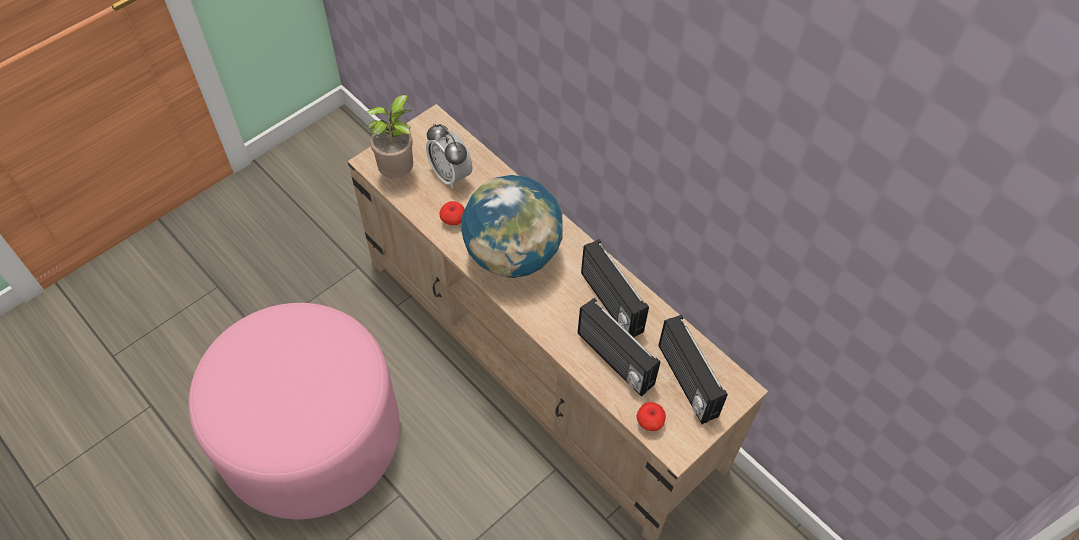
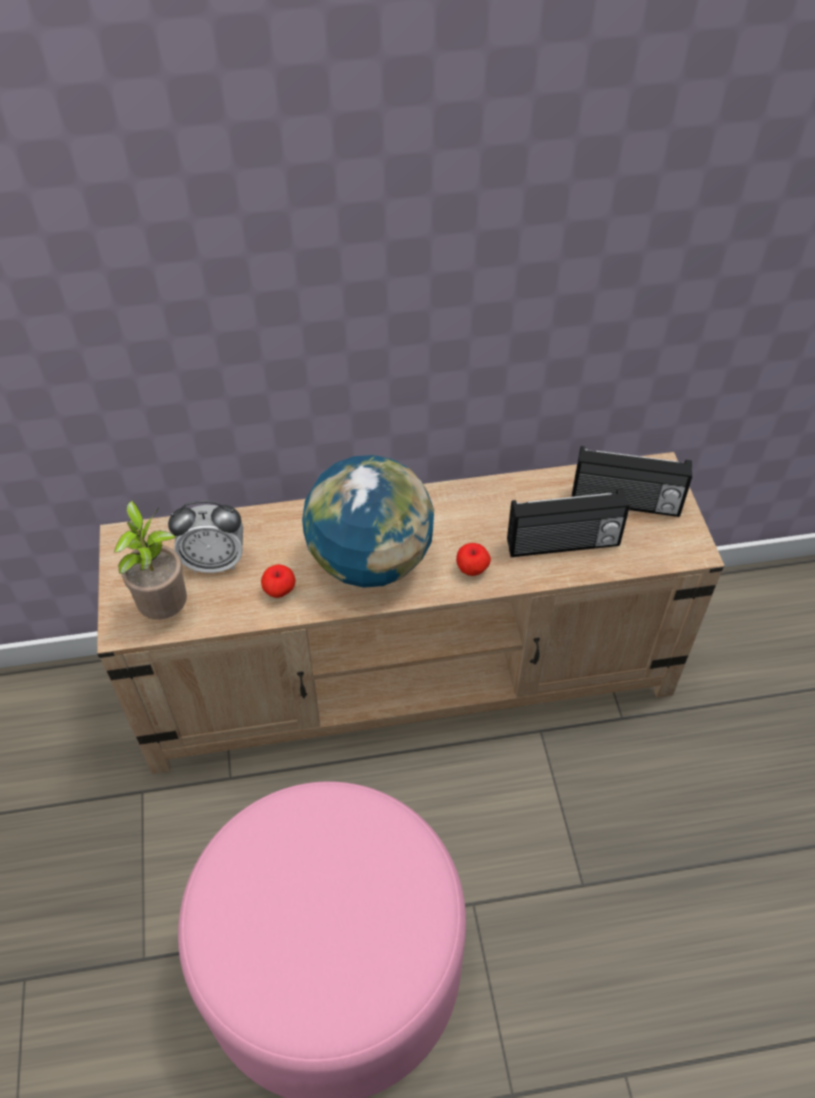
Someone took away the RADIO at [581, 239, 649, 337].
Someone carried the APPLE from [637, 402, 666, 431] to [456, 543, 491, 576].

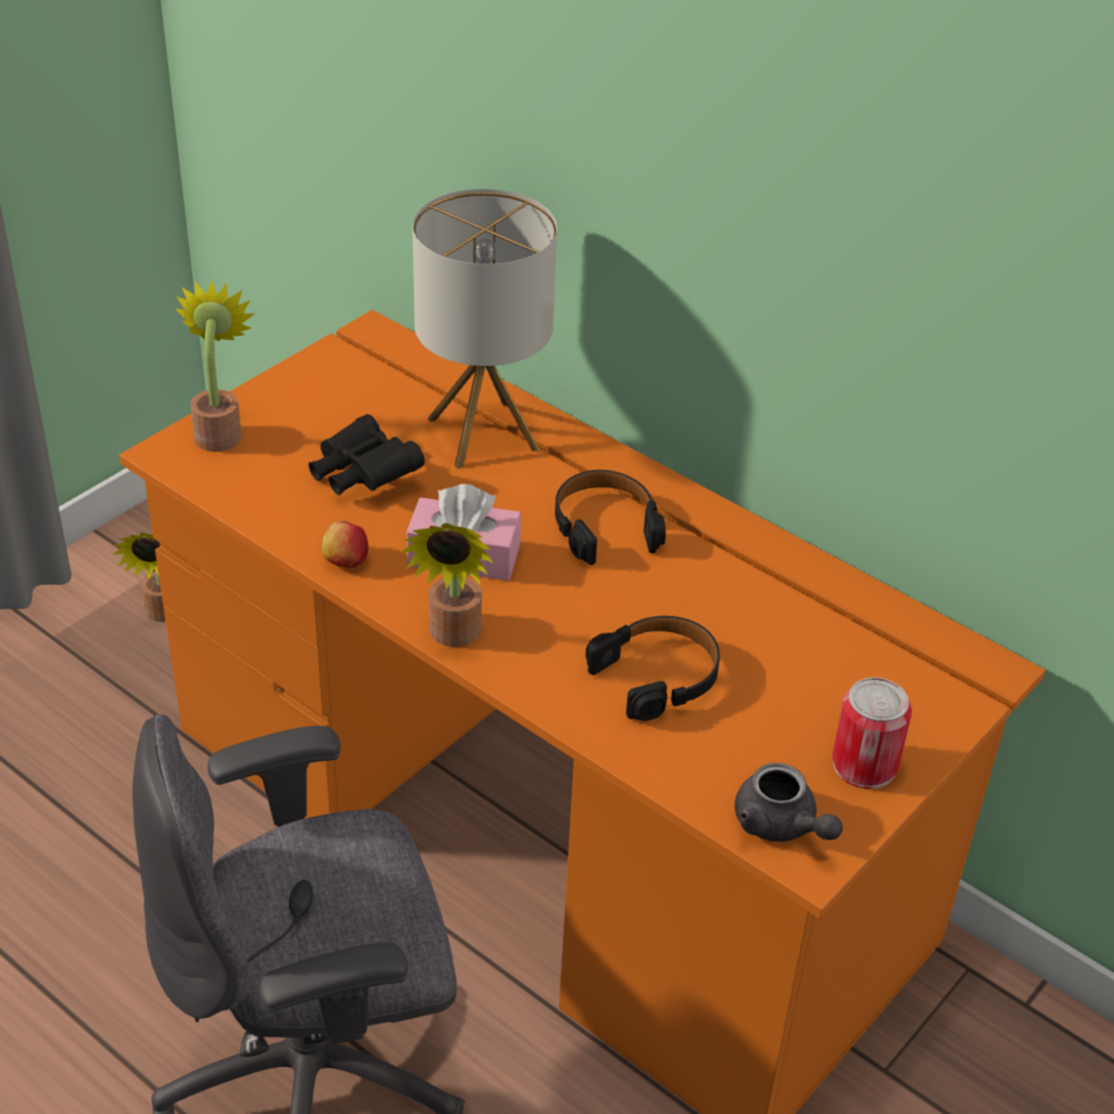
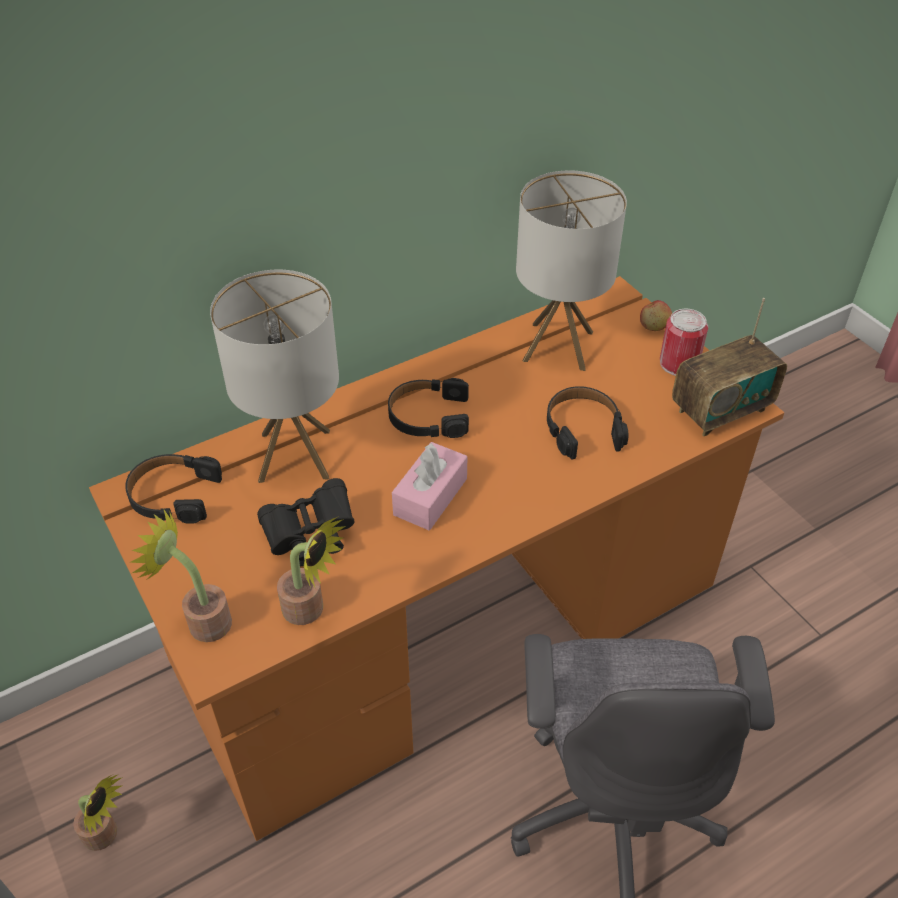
Someone carried the APPLE from [321, 520, 369, 568] to [640, 300, 672, 331].
Someone carried the POTTED PLANT from [400, 523, 494, 647] to [277, 516, 346, 625].
Someone swapped the GREY TEAPOT at [735, 763, 843, 842] for the RADIO at [672, 298, 787, 436].
Someone put down the BLACK HEADPHONES at [125, 454, 222, 524].
Someone put down the TABLE LAMP at [516, 170, 627, 371].

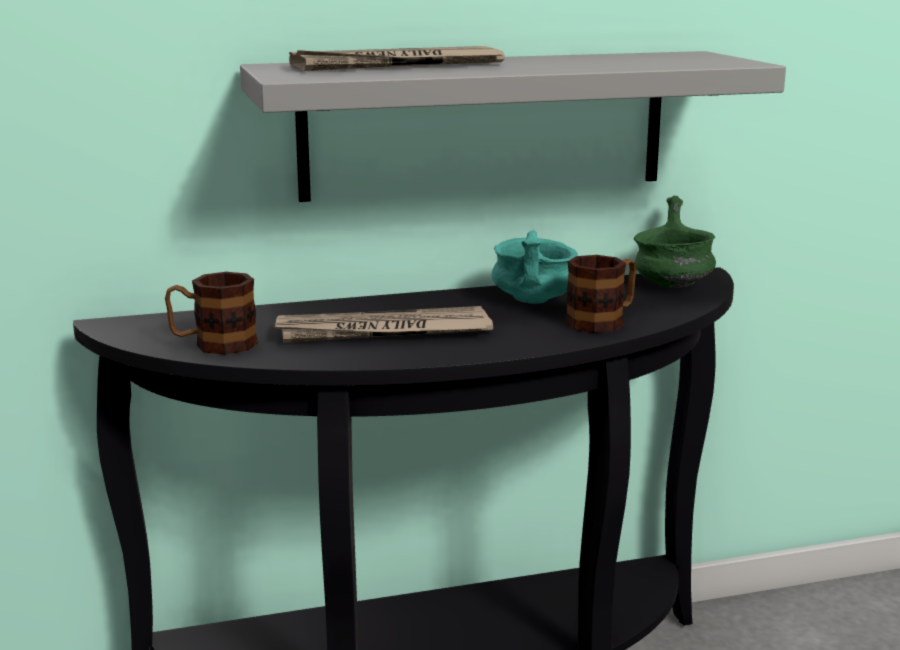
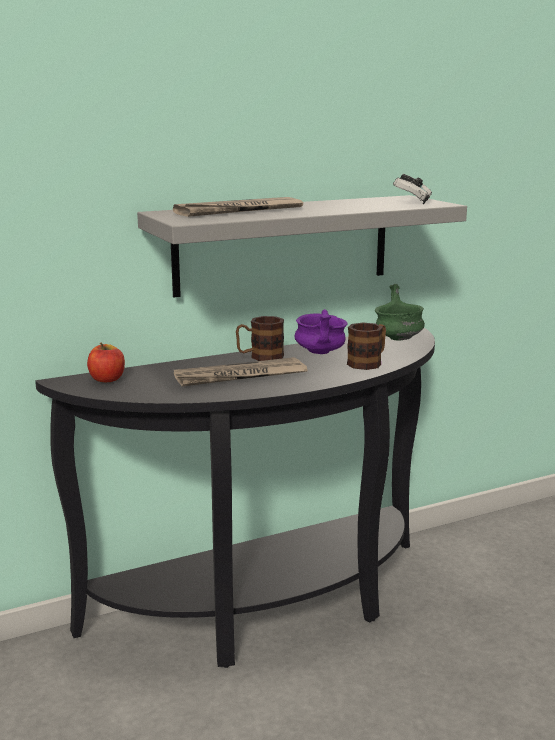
Someone carried the MUG from [165, 272, 258, 355] to [236, 316, 284, 361].
Someone repainted the TURQUOISE BOWL at [492, 230, 578, 304], which became the PURPLE BOWL at [294, 309, 347, 354].
Someone put down the APPLE at [87, 342, 125, 382].
Someone put down the GAME CONTROLLER at [393, 174, 432, 204].

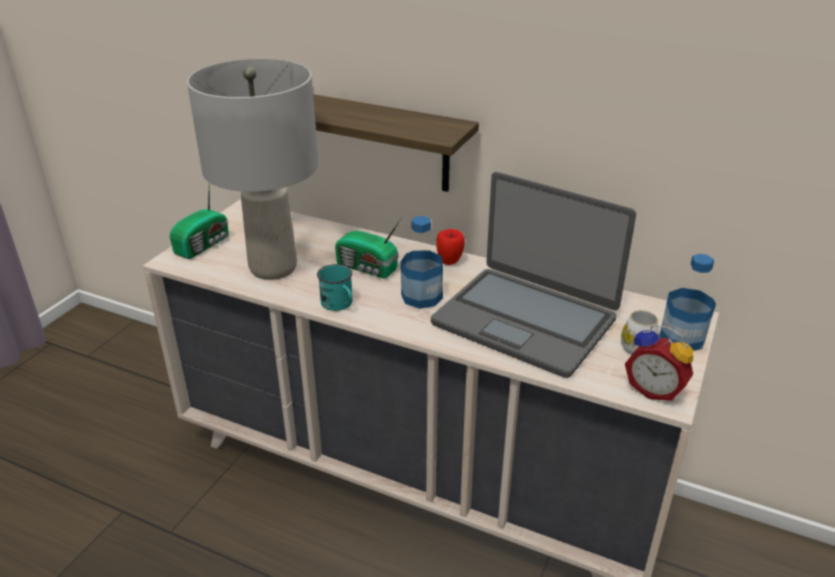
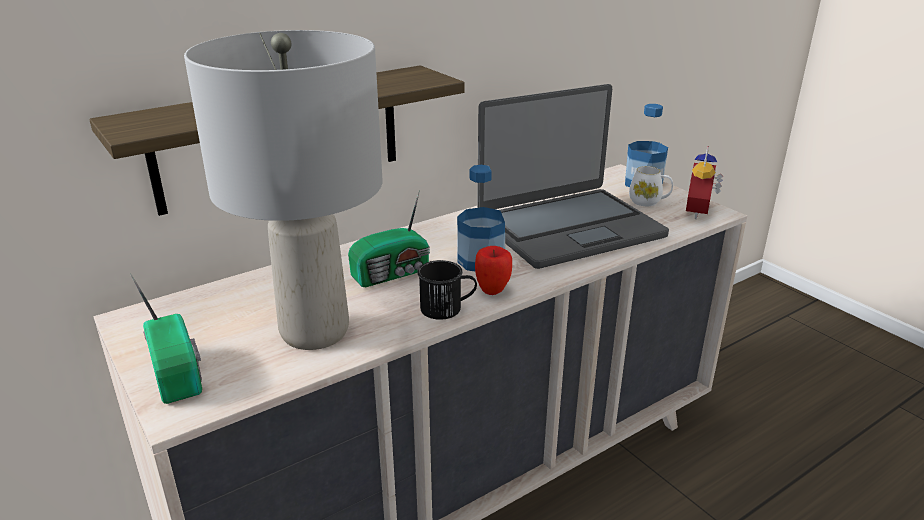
Someone repainted the TURQUOISE MUG at [317, 264, 352, 311], which became the BLACK MUG at [417, 260, 477, 320].
Someone carried the APPLE from [436, 229, 465, 265] to [475, 246, 512, 295].
Someone rotated the ALARM CLOCK at [625, 325, 693, 401] by 135 degrees clockwise.

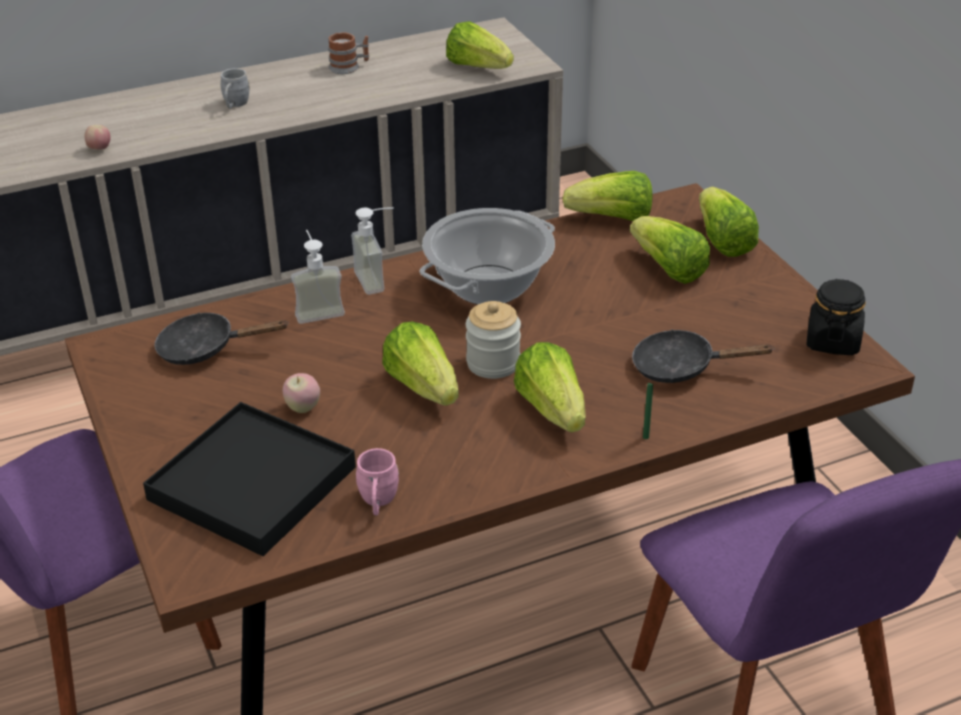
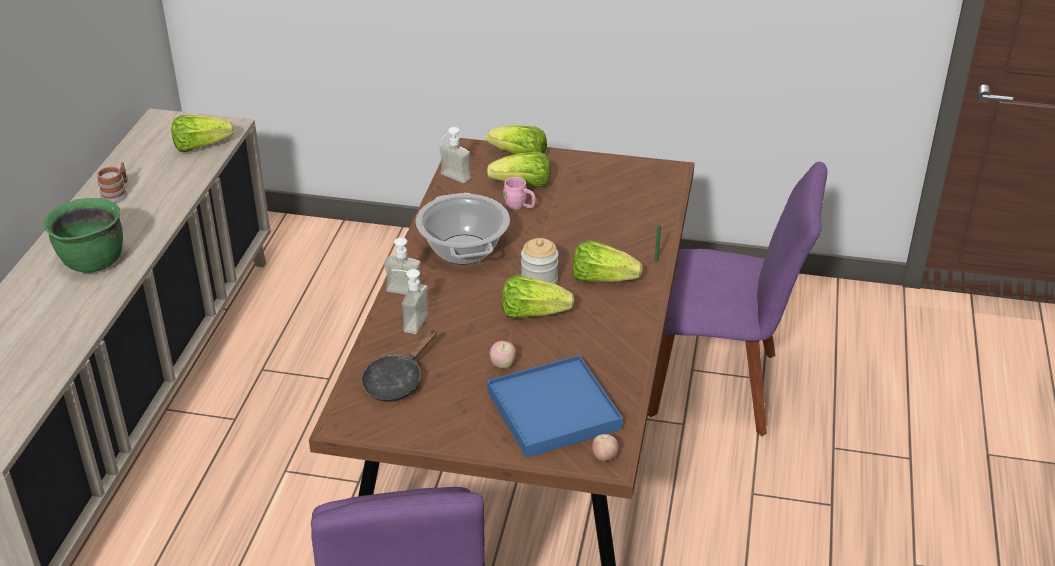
Someone carried the APPLE from [85, 125, 111, 150] to [592, 434, 619, 461].
Someone repainted the BLACK TRAY at [143, 402, 356, 556], which became the BLUE TRAY at [487, 355, 623, 458].
Someone swapped the GREY MUG at [221, 68, 250, 108] for the GREEN COOKING POT at [44, 198, 123, 273].
Someone carried the PINK MUG from [356, 448, 399, 515] to [503, 177, 536, 210].
Someone swapped the LETTUCE at [563, 171, 652, 221] for the SOAP DISPENSER at [439, 127, 471, 183].
Someone took away the BLACK FRYING PAN at [632, 329, 775, 383].
Someone took away the BLACK JAR at [806, 279, 866, 355].

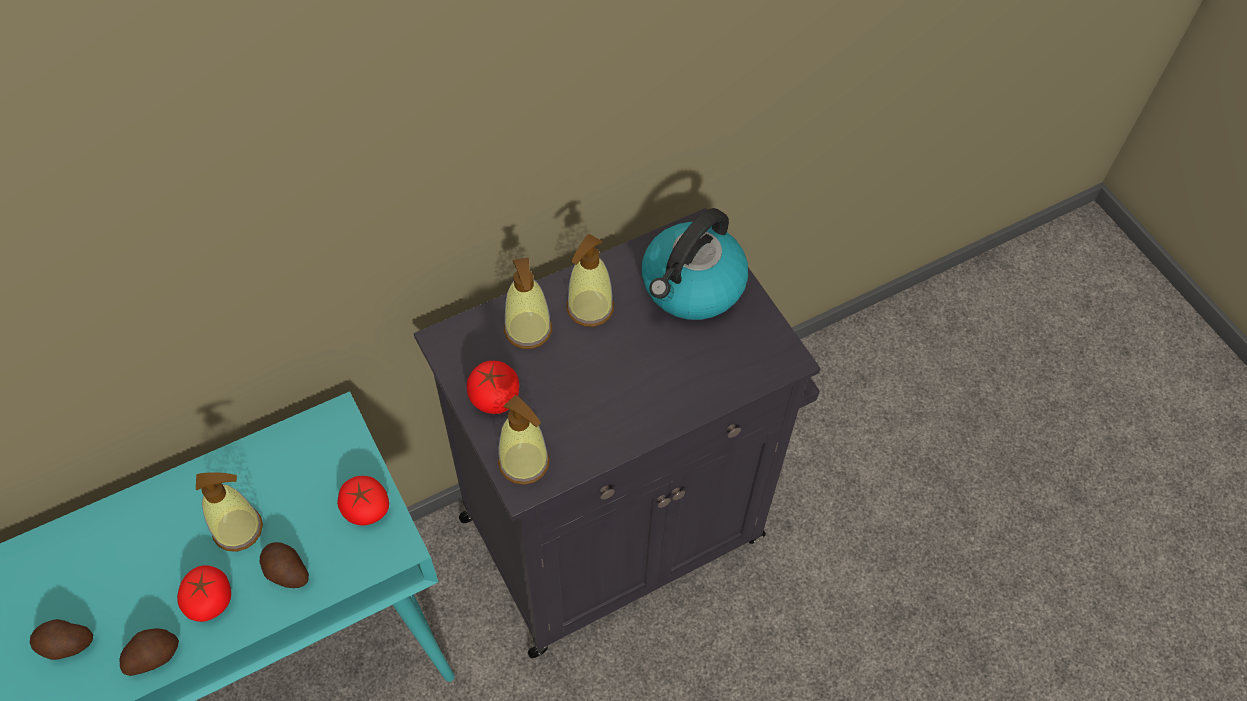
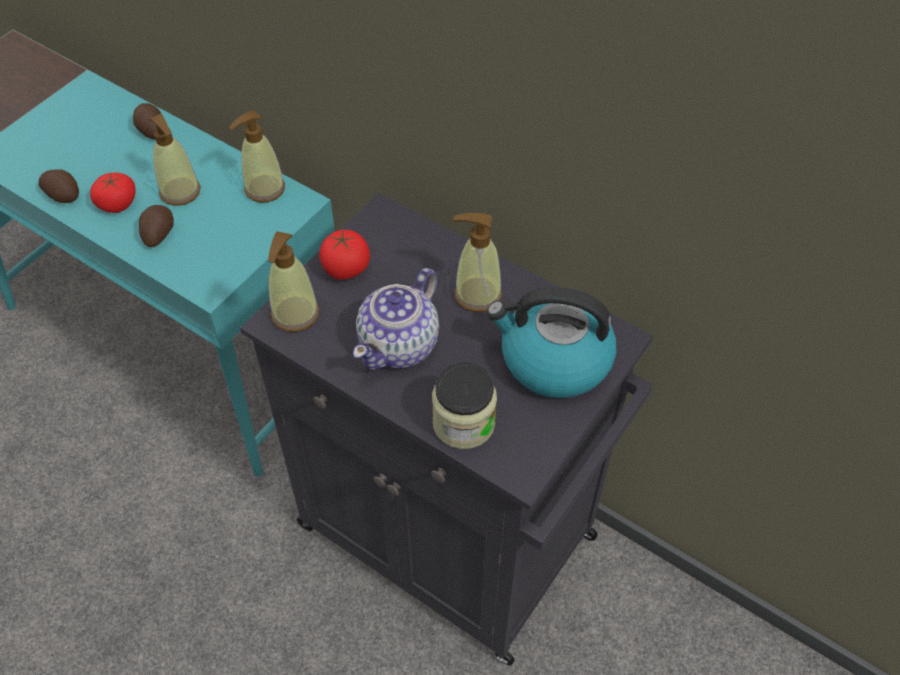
Someone carried the POTATO from [30, 619, 93, 660] to [133, 103, 161, 140].
Someone took away the TOMATO at [337, 476, 389, 525].
Someone carried the SOAP DISPENSER from [504, 257, 552, 349] to [229, 111, 285, 203].
Someone put down the TEAPOT at [353, 268, 439, 370].
Someone put down the JAR at [432, 362, 497, 449].

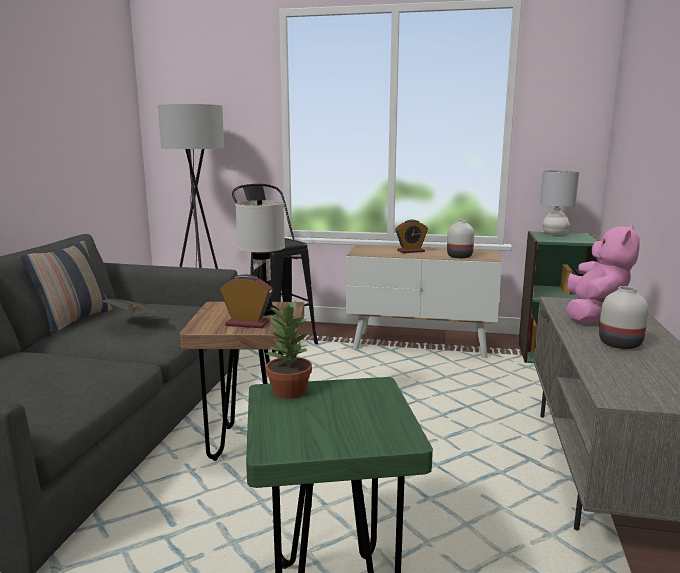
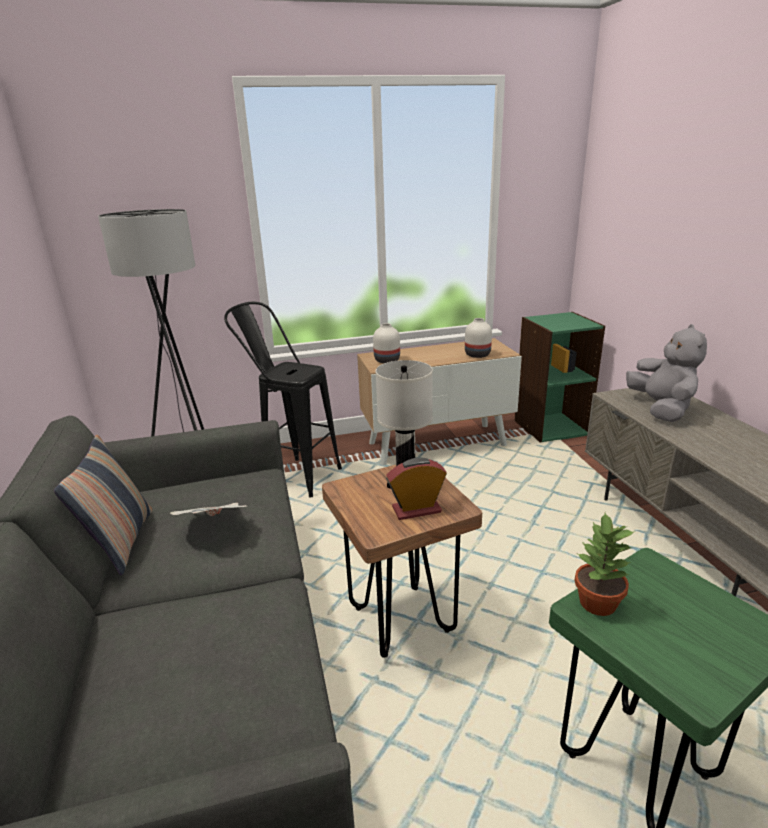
Someone took away the ALARM CLOCK at [396, 220, 428, 253].
Someone took away the GREY TABLE LAMP at [540, 170, 579, 235].
Someone repainted the PINK PLUSH TOY at [566, 224, 640, 324], which became the GREY PLUSH TOY at [626, 324, 707, 422].
Someone carried the WHITE VASE from [599, 286, 649, 349] to [373, 323, 400, 363].

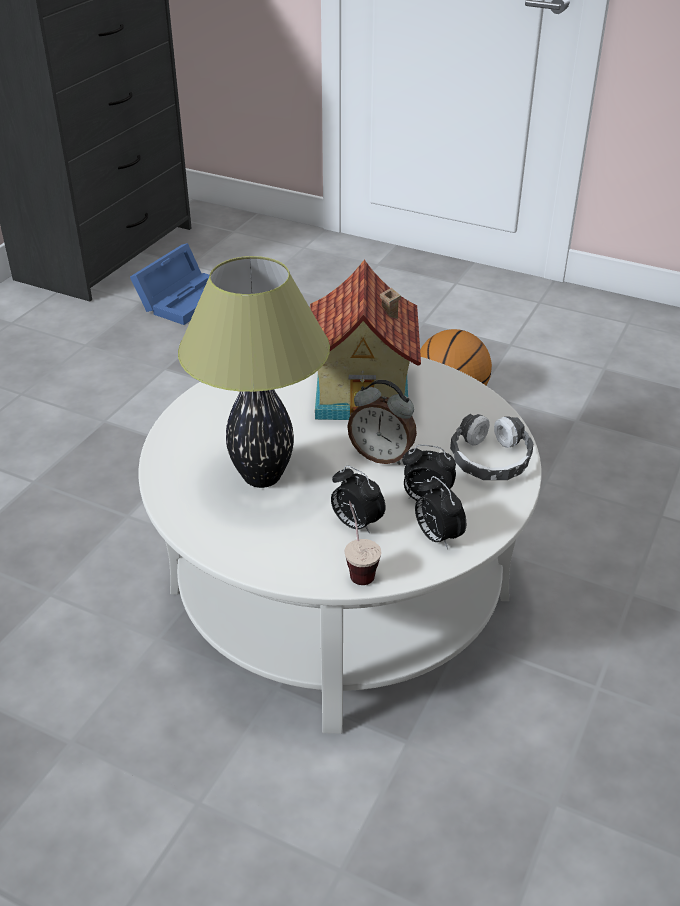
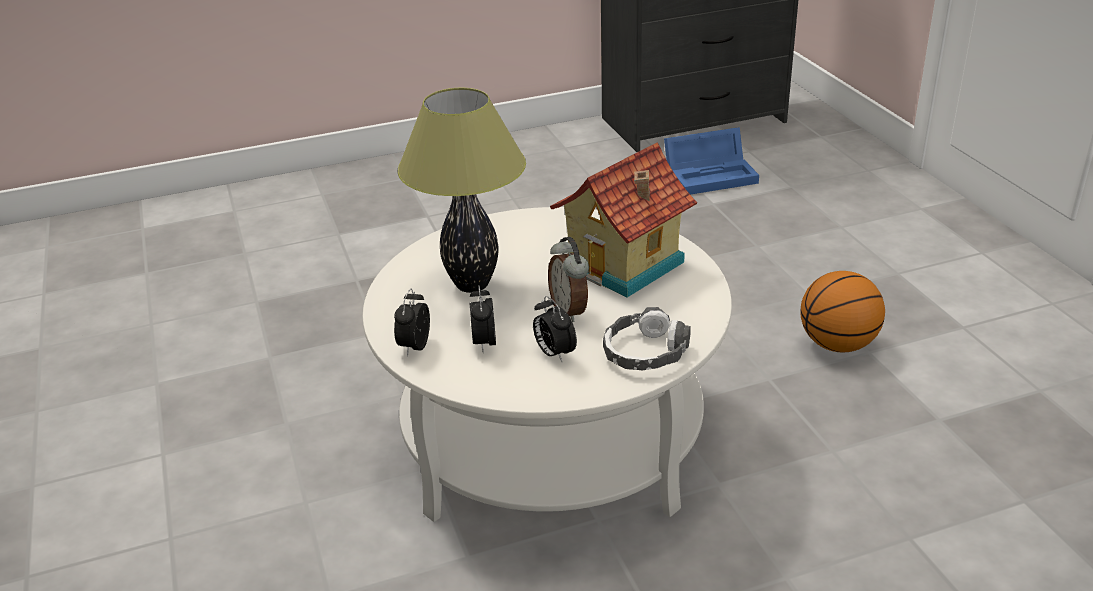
Someone took away the CUP at [345, 501, 381, 585].
Someone carried the ALARM CLOCK from [415, 476, 466, 549] to [394, 289, 430, 356].

